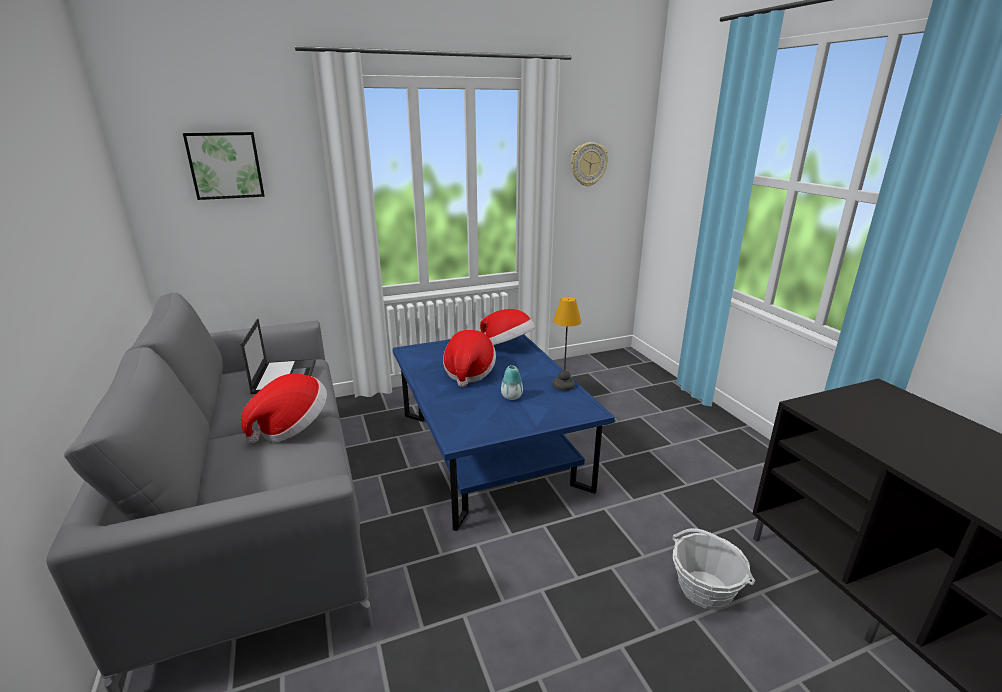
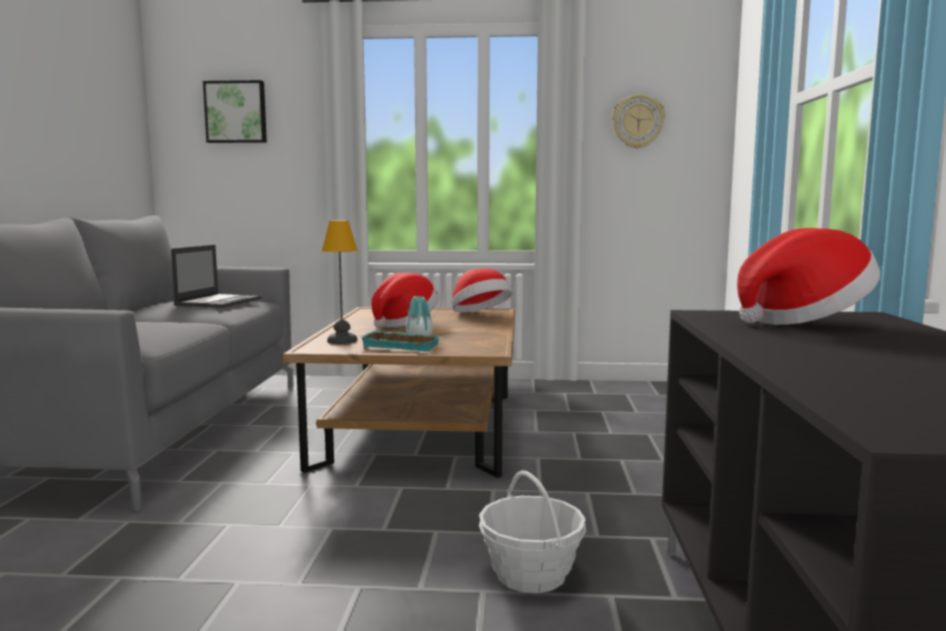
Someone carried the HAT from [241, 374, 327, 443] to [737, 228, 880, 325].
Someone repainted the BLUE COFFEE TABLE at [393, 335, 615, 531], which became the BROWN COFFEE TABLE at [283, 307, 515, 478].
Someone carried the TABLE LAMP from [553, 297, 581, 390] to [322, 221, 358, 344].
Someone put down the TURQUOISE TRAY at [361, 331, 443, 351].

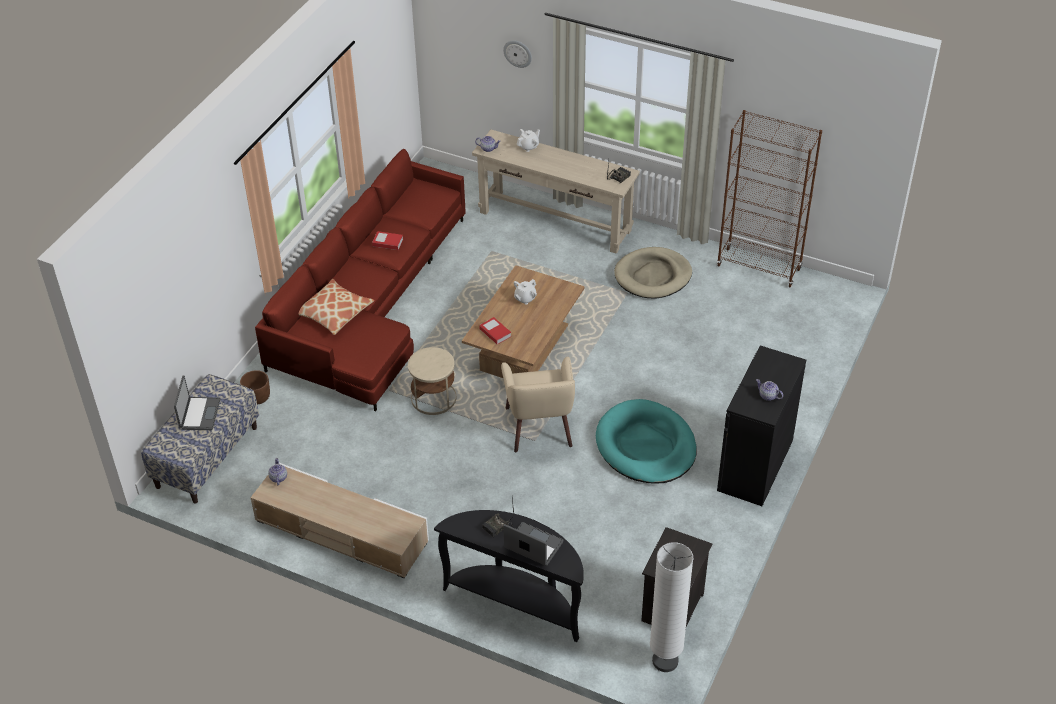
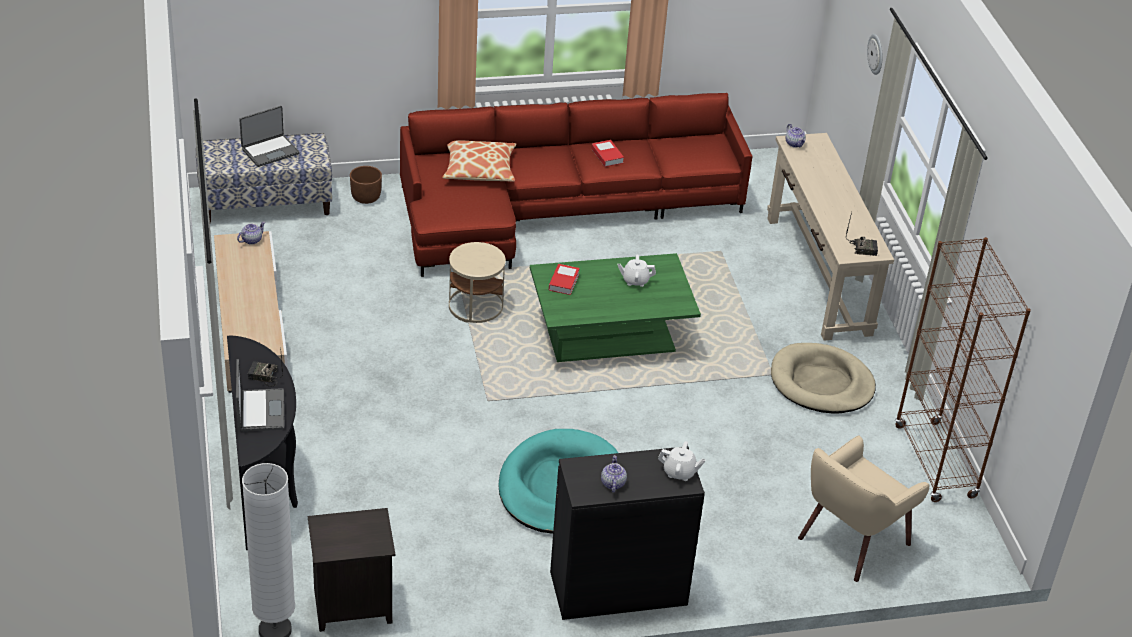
Someone repainted the BROWN COFFEE TABLE at [462, 265, 584, 378], which became the GREEN COFFEE TABLE at [530, 253, 701, 362].
Someone carried the BEIGE ARMCHAIR from [501, 357, 575, 452] to [798, 435, 930, 582].
Someone carried the WHITE TEAPOT from [517, 129, 540, 152] to [658, 441, 706, 481].

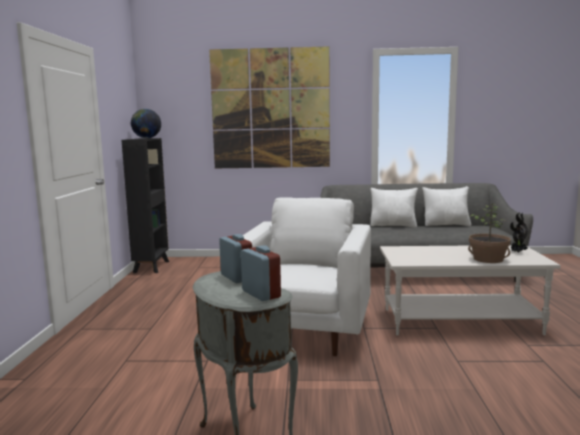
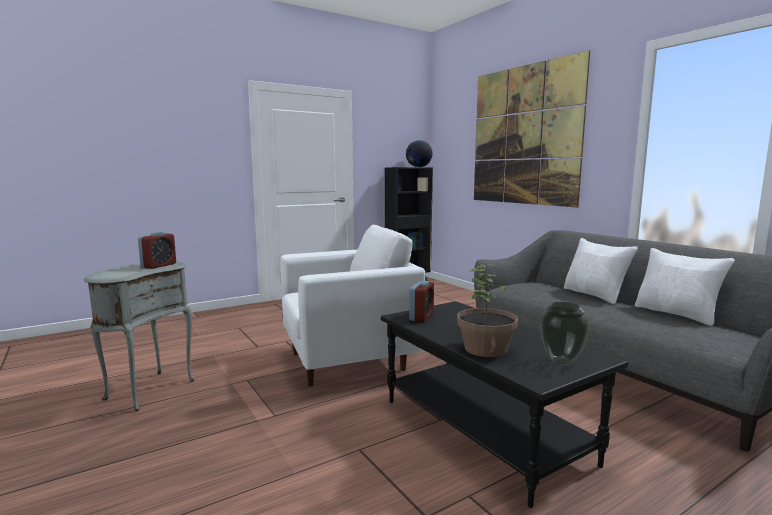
Someone carried the ALARM CLOCK from [241, 245, 281, 301] to [409, 281, 434, 322].
Someone repainted the WHITE COFFEE TABLE at [380, 245, 561, 336], which became the BLACK COFFEE TABLE at [381, 301, 628, 508].
Someone swapped the POTTED PLANT at [510, 212, 528, 253] for the VASE at [540, 302, 589, 364].

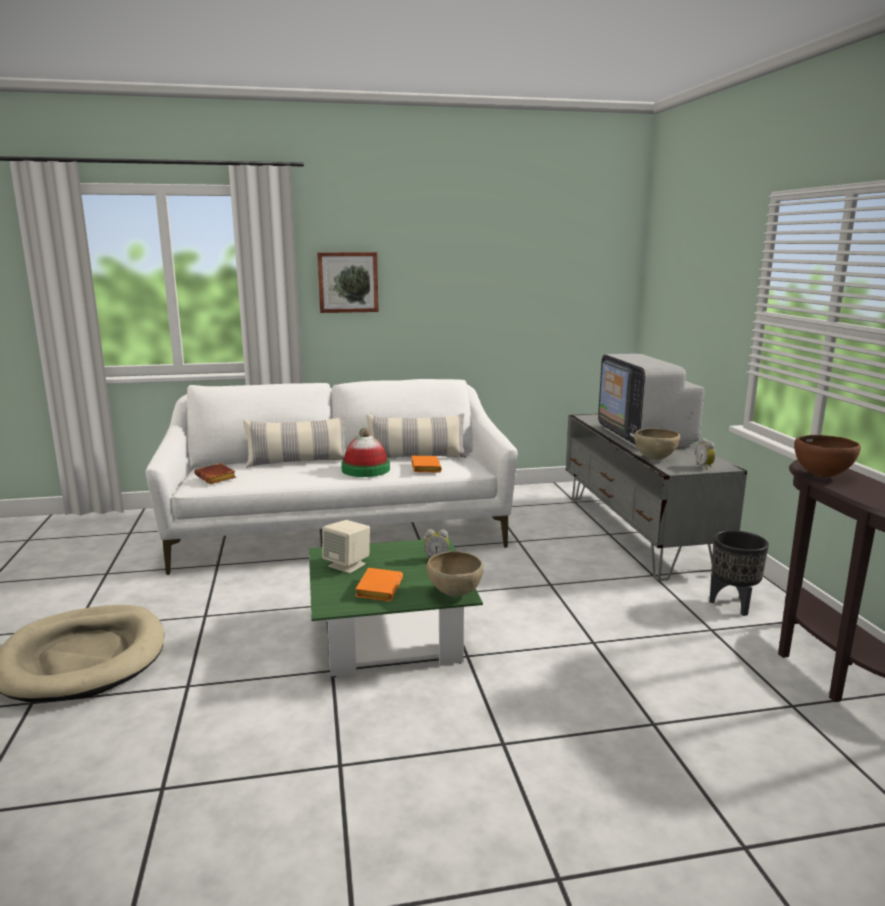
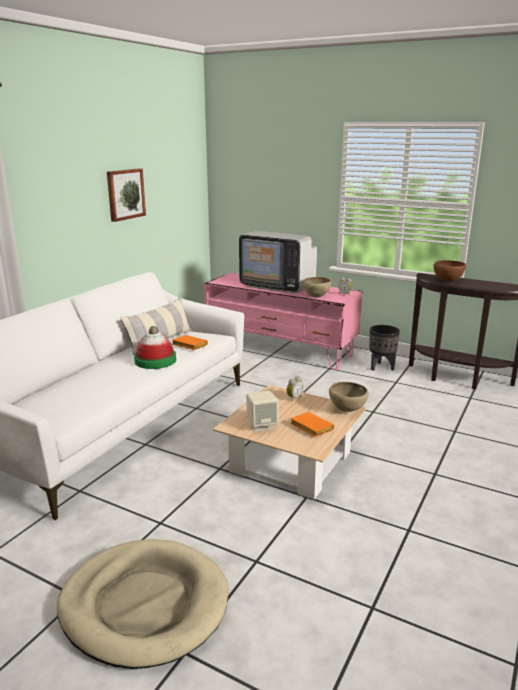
Someone took away the BROWN BOOK at [194, 463, 236, 484].
Someone took away the PILLOW at [243, 415, 346, 468].
Someone repainted the GREEN COFFEE TABLE at [309, 538, 483, 677], which became the BEIGE COFFEE TABLE at [213, 385, 366, 499].
Someone carried the PICTURE from [317, 252, 379, 313] to [107, 168, 146, 222].
Someone repainted the GREY TV STAND at [566, 414, 747, 581], which became the PINK TV STAND at [204, 273, 362, 370].

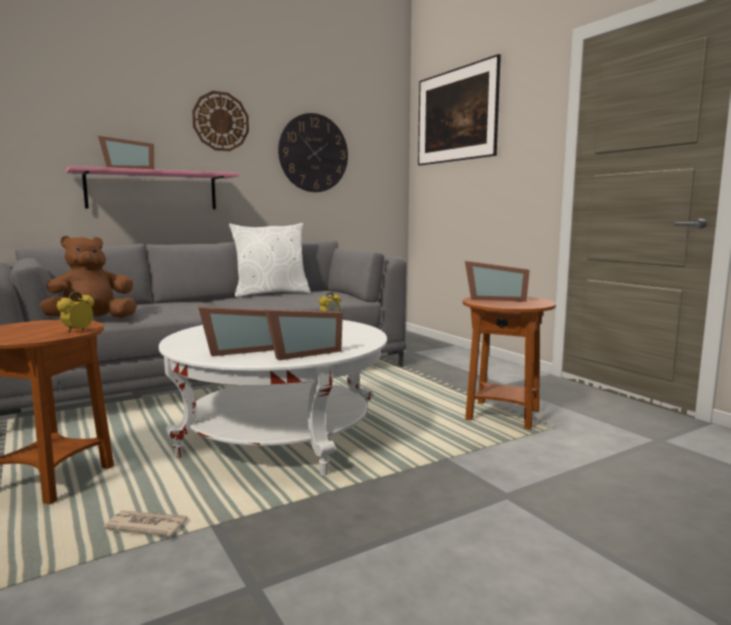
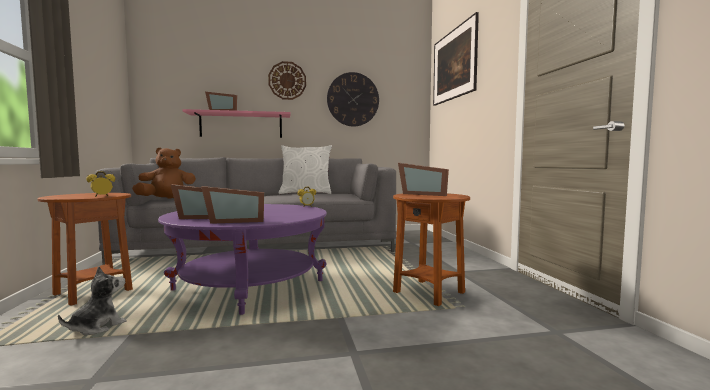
Someone swapped the NEWSPAPER at [103, 510, 187, 537] for the PLUSH TOY at [58, 266, 126, 335].
Someone repainted the WHITE COFFEE TABLE at [159, 320, 387, 475], which became the PURPLE COFFEE TABLE at [158, 204, 327, 315].

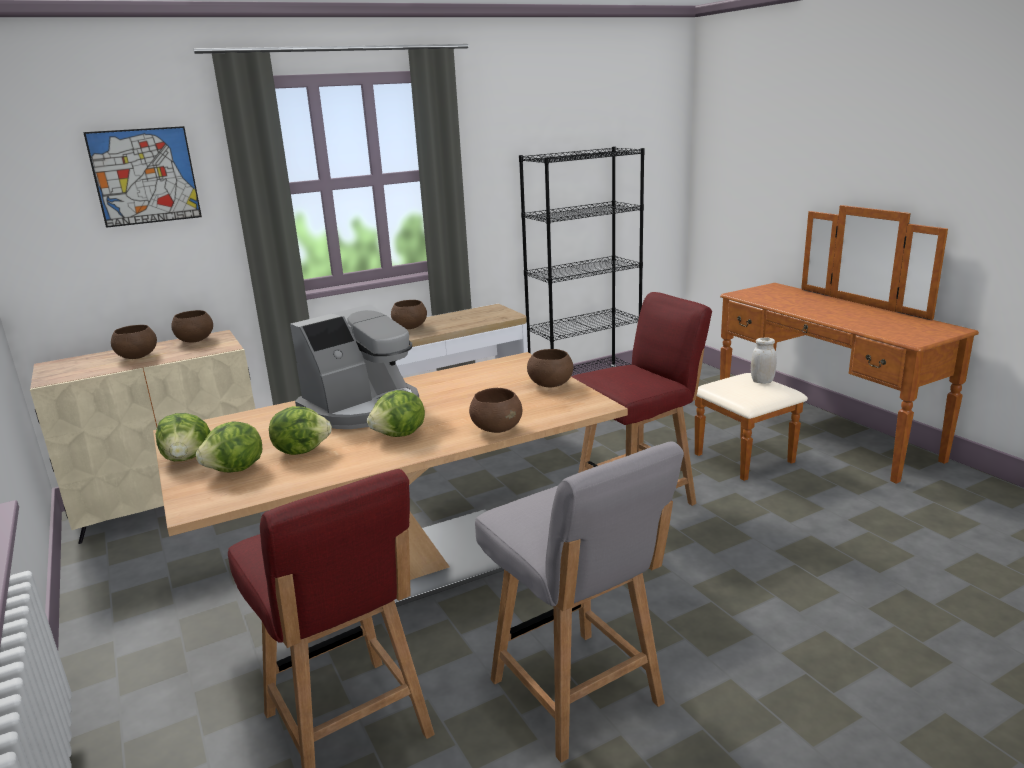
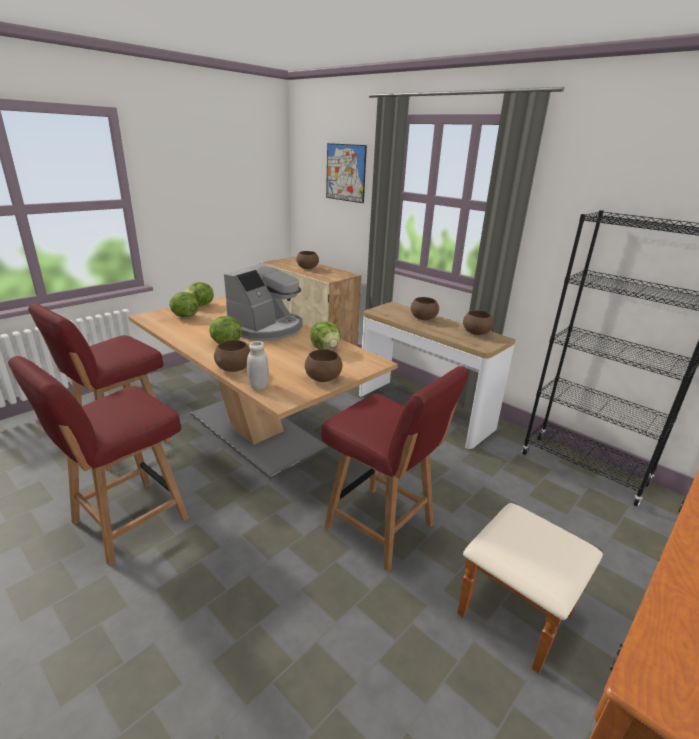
Someone carried the BROWN BOWL from [171, 310, 213, 342] to [463, 310, 494, 335].
Someone carried the LETTUCE from [269, 406, 332, 455] to [310, 322, 341, 350].
Someone rotated the COFFEE MACHINE at [290, 304, 419, 429] by 90 degrees counterclockwise.
Someone repainted the GREY CHAIR at [475, 441, 684, 763], which became the RED CHAIR at [8, 356, 188, 566].
Someone carried the WHITE JAR from [751, 338, 777, 384] to [247, 341, 269, 390].

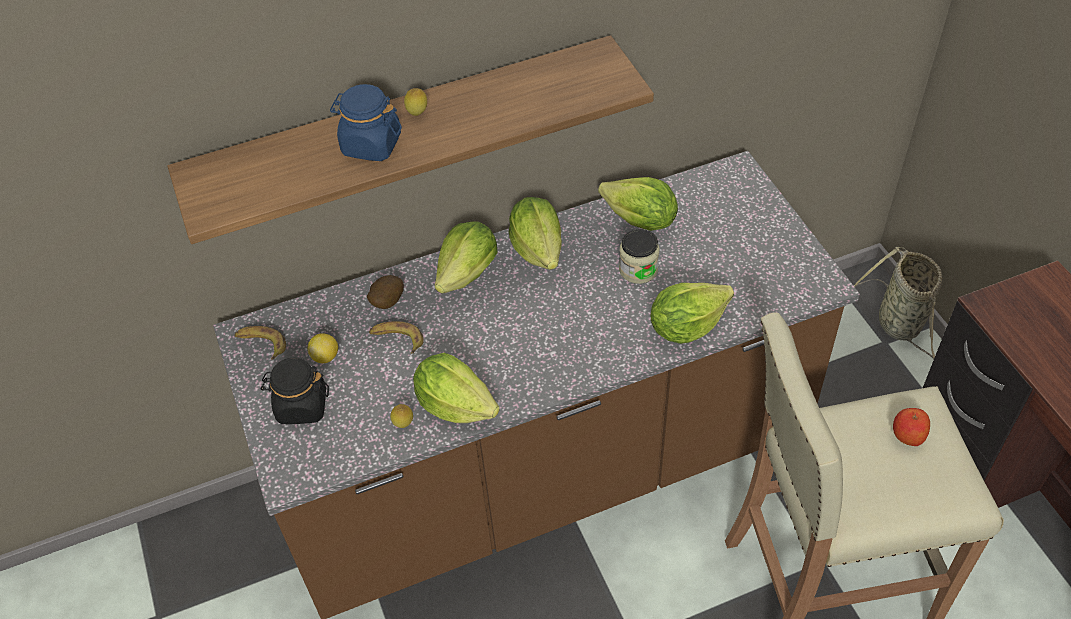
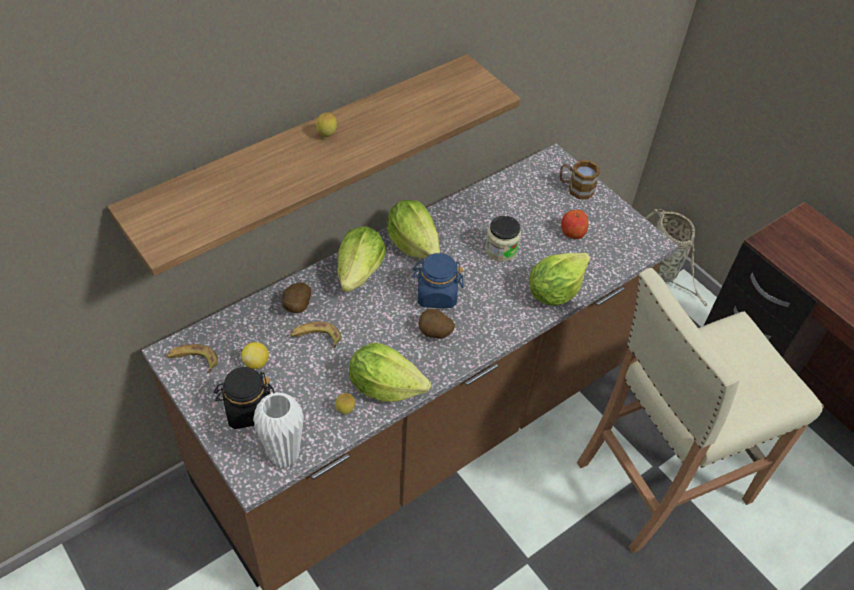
Someone carried the BLUE JAR from [330, 84, 402, 161] to [412, 253, 463, 308].
Someone took away the LETTUCE at [598, 177, 678, 231].
Someone carried the APPLE from [893, 408, 930, 446] to [561, 210, 588, 239].
Someone put down the WHITE VASE at [253, 392, 304, 468].
Someone put down the POTATO at [419, 309, 455, 339].
Someone put down the MUG at [560, 160, 600, 199].

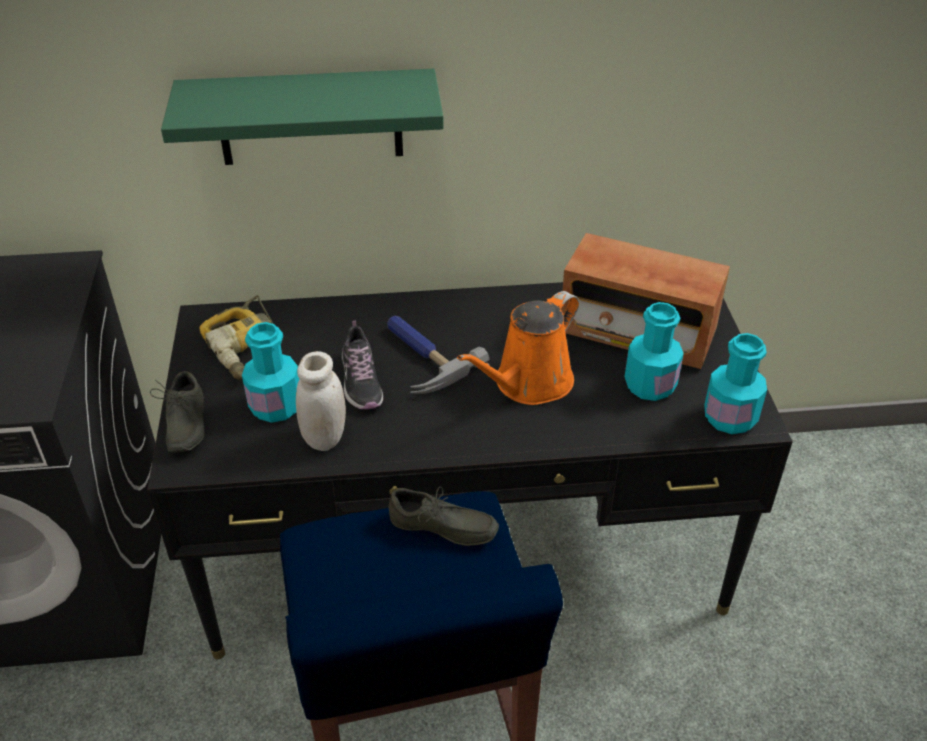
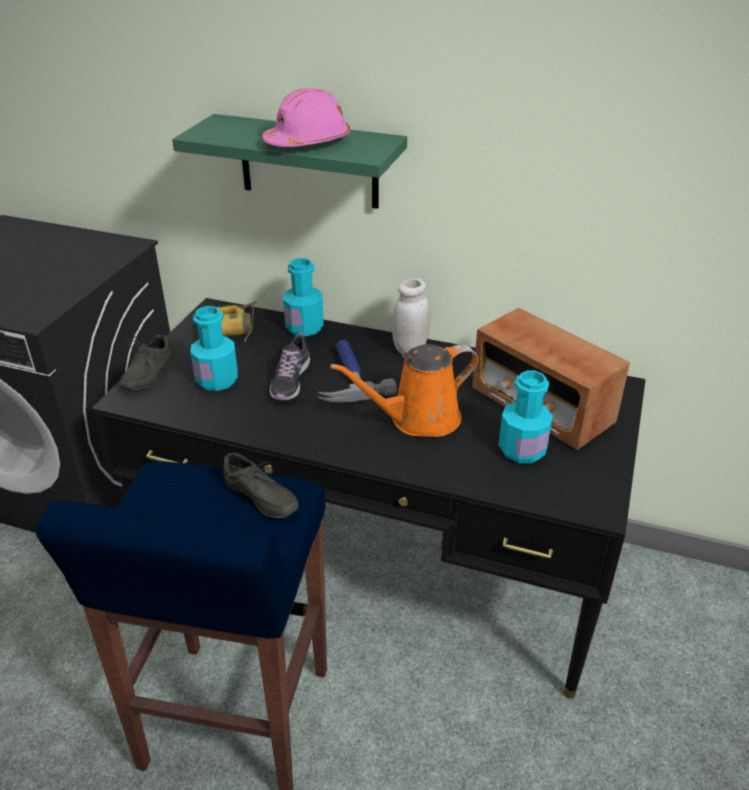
Someone carried the WHITE JAR from [296, 351, 346, 451] to [392, 278, 430, 354].
Someone carried the TURQUOISE BOTTLE from [704, 333, 767, 434] to [283, 258, 324, 336].
Someone put down the PINK HARD HAT at [262, 88, 350, 147].

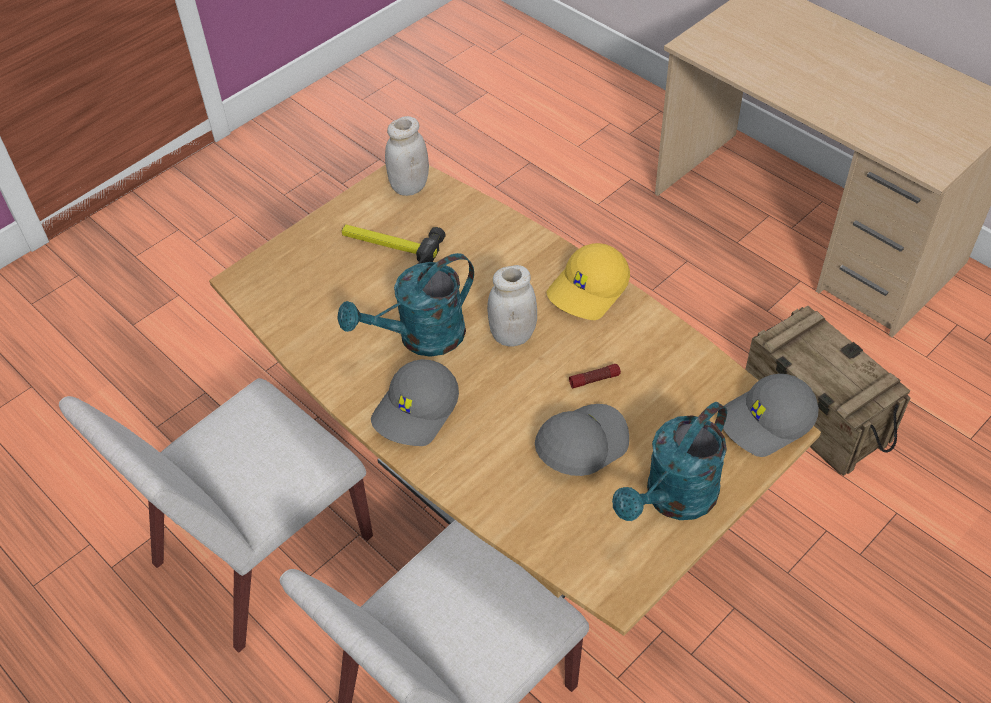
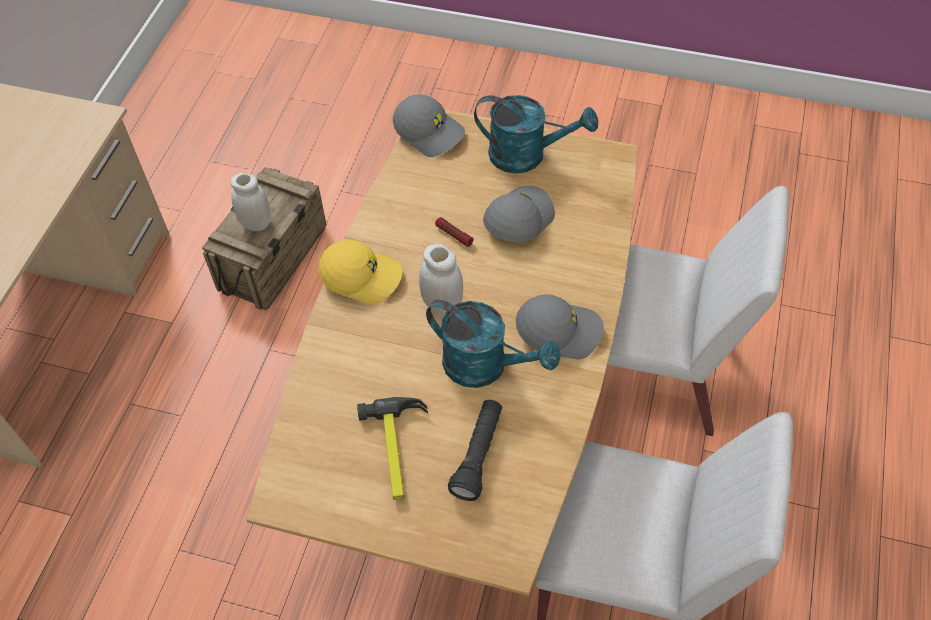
Someone carried the WHITE JAR from [385, 116, 429, 196] to [231, 173, 270, 231].
Someone rotated the GREY CAP at [535, 404, 629, 476] by 105 degrees clockwise.
Someone put down the BLACK FLASHLIGHT at [448, 400, 502, 501].

